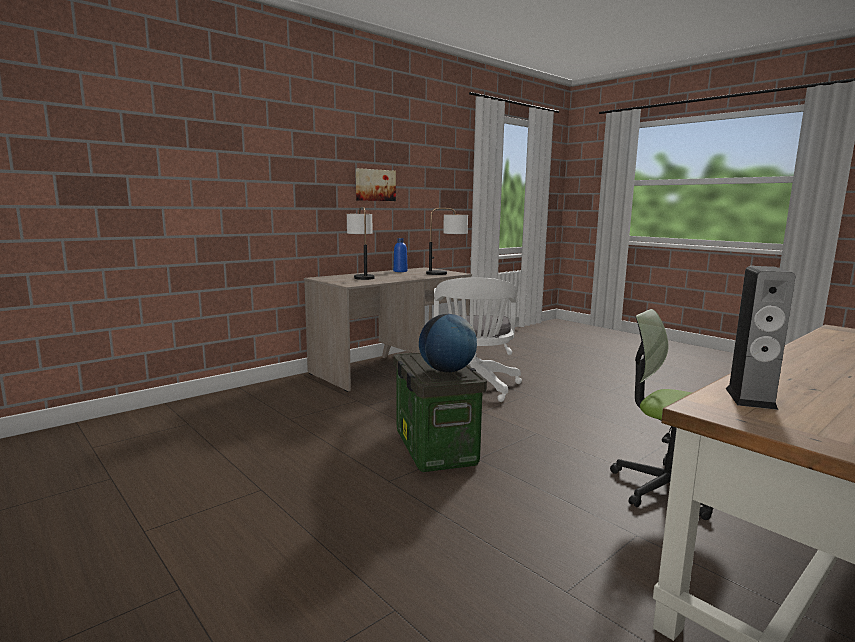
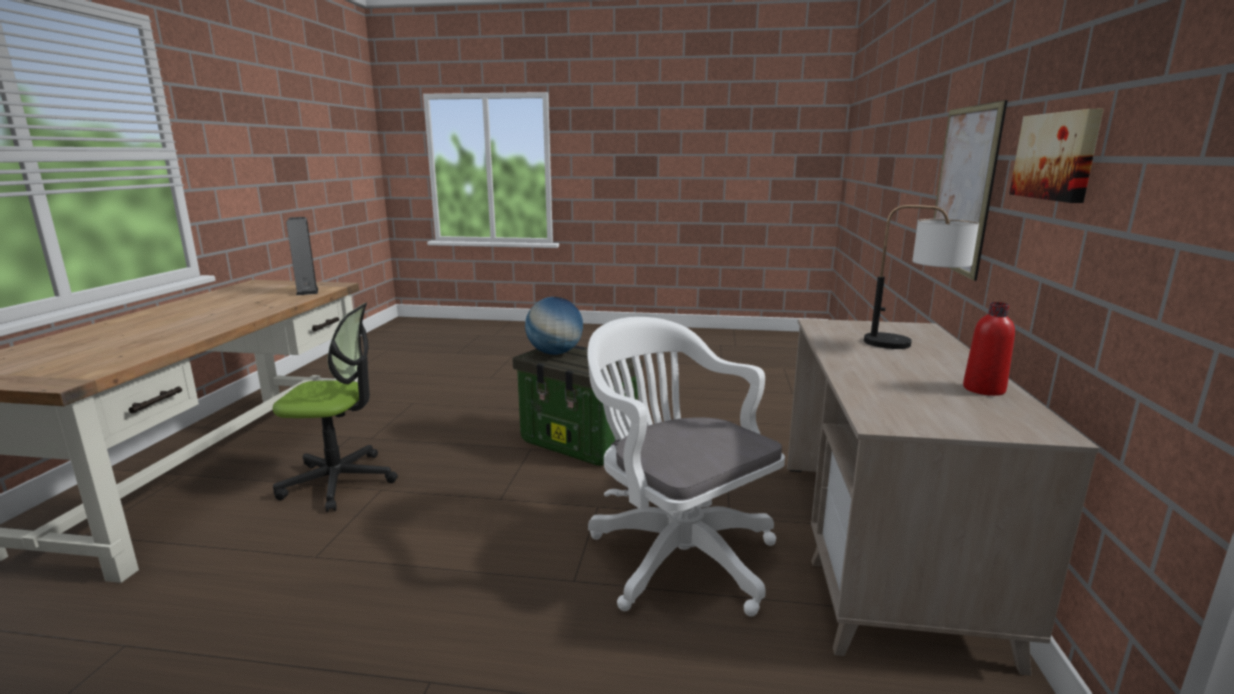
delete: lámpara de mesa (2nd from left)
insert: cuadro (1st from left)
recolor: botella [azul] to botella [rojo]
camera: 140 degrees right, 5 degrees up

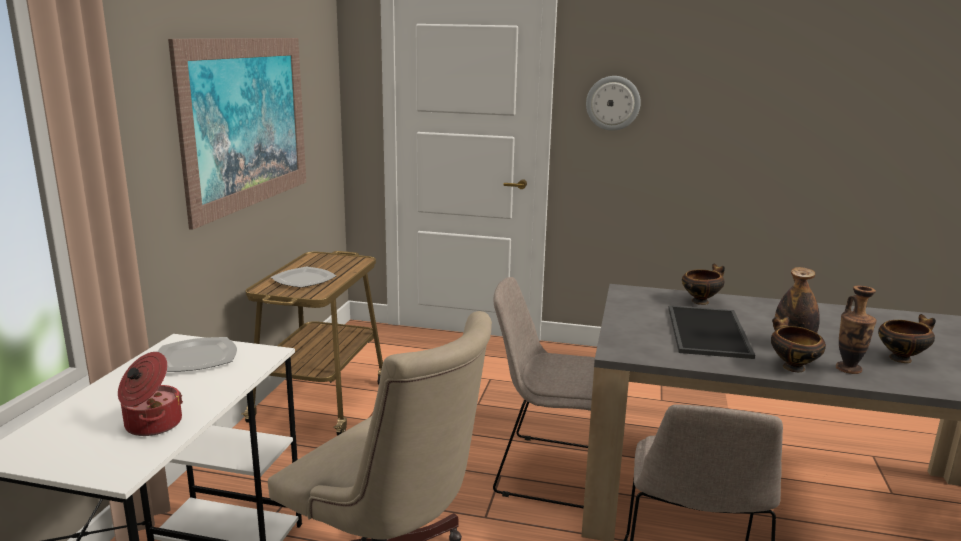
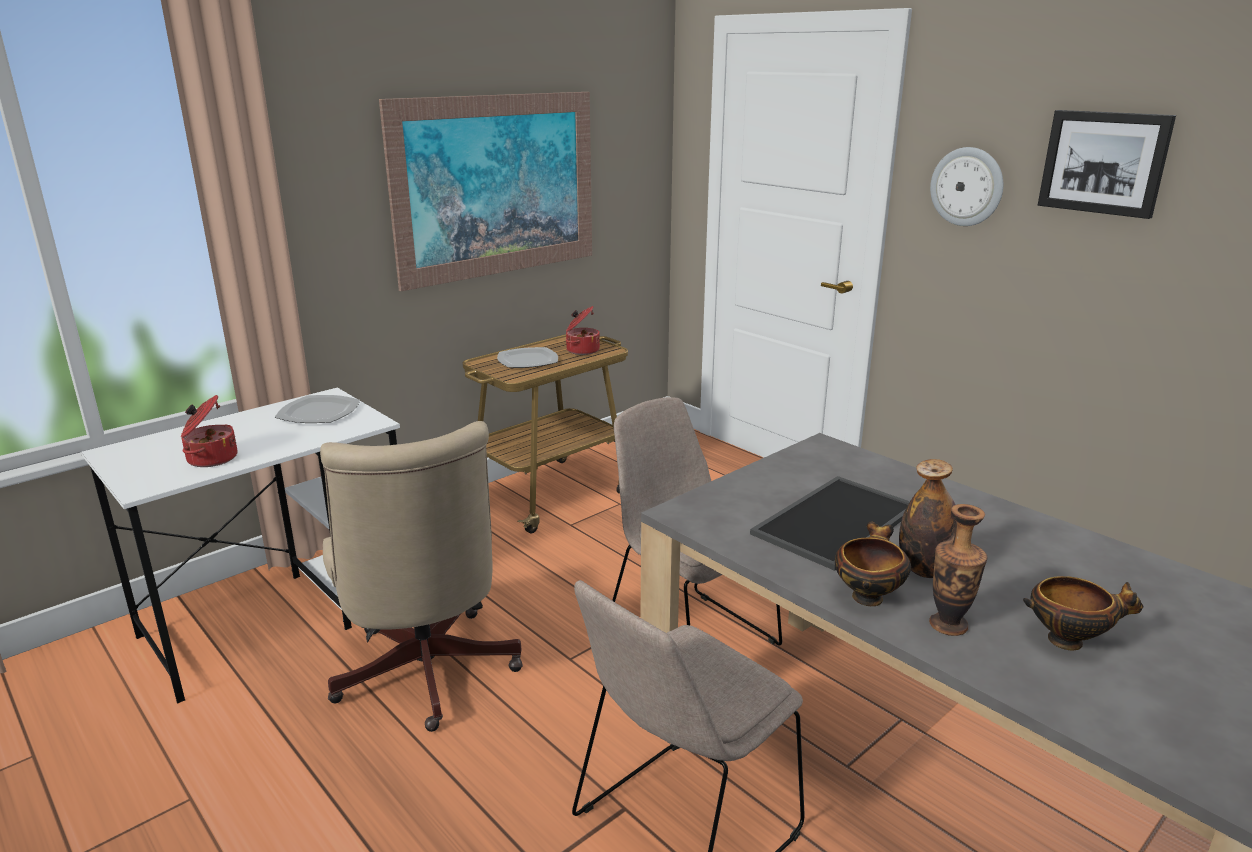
delete: cuenco (1st from left)
insert: olla (2nd from left); cuadro (2nd from left)
camera: 35 degrees right, 5 degrees up

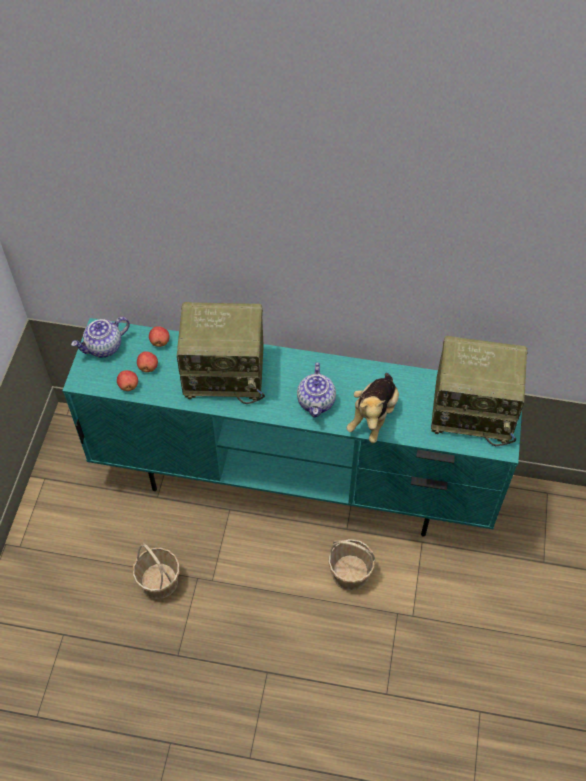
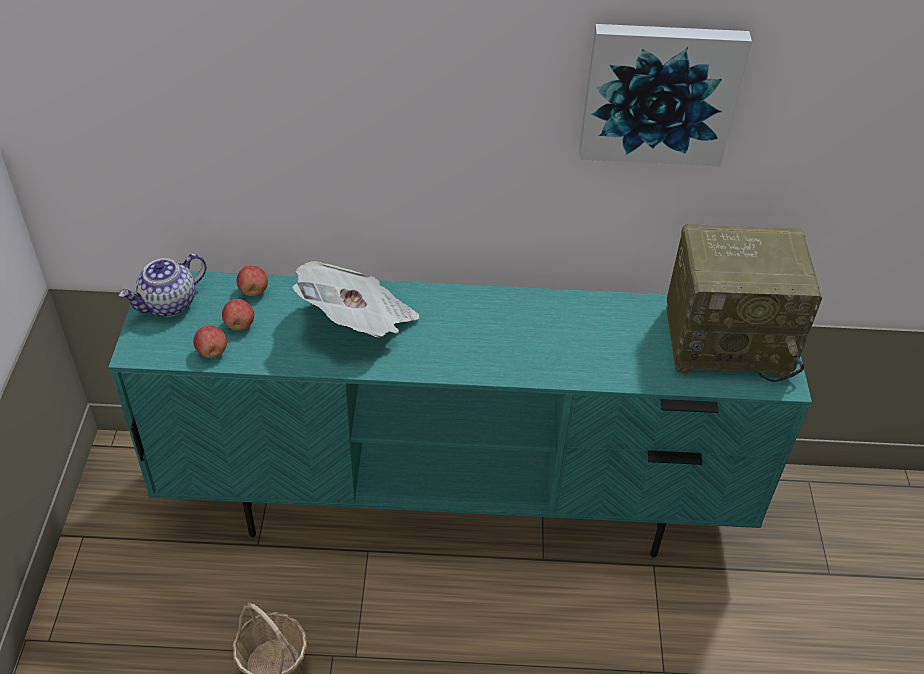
delete: tetera (2nd from left); cesta (2nd from left); peluche
insert: cuadro
replace: radio (1st from left) to periódico
camera: 10 degrees left, 10 degrees down

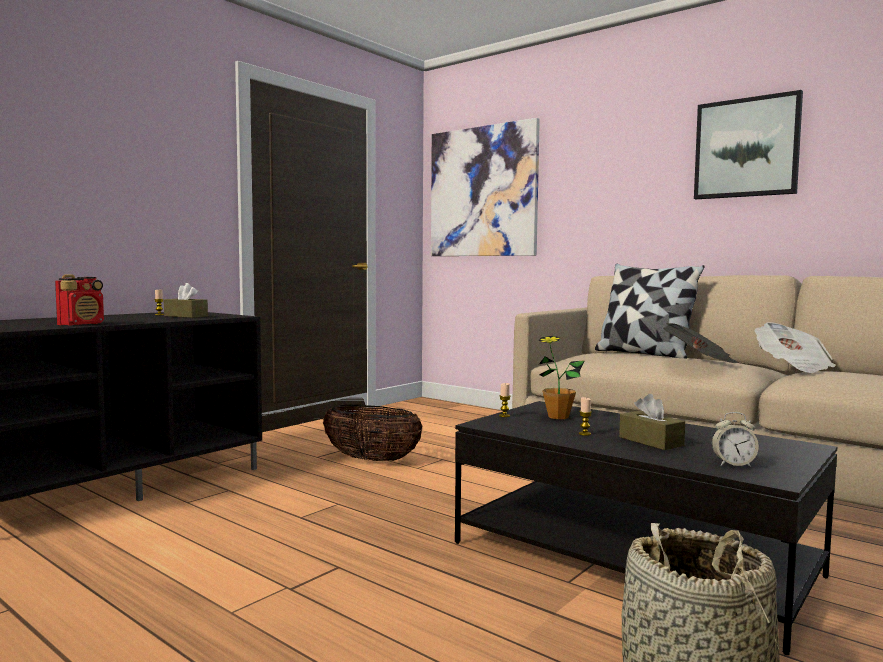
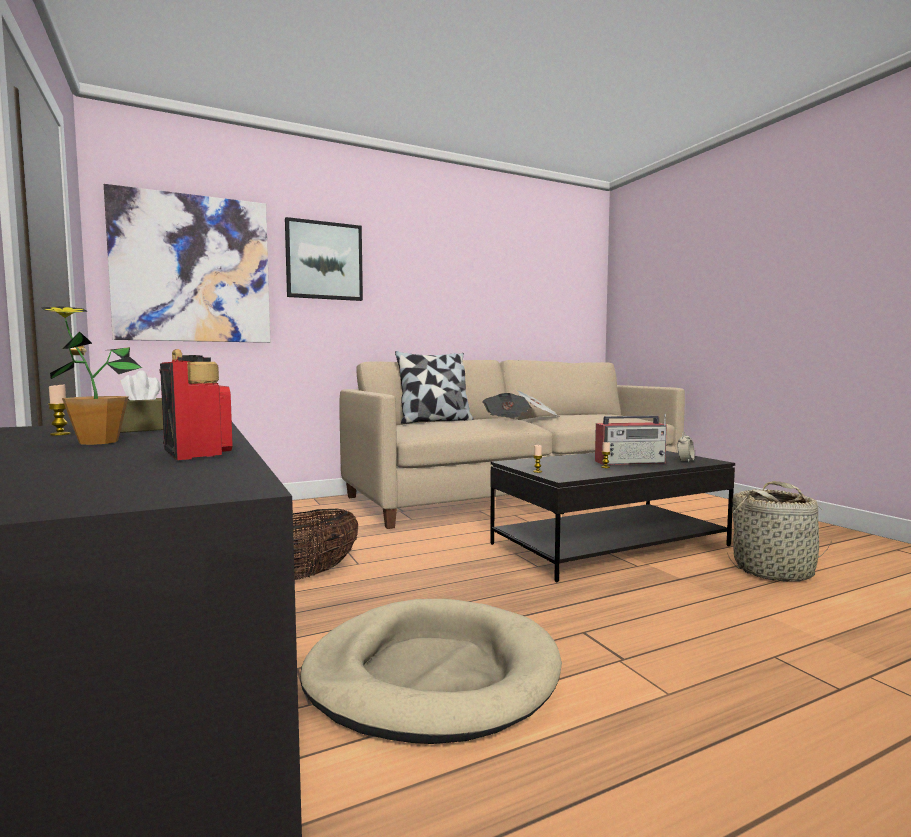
insert: cama para perro [beis]
move: planta en maceta; cuadro (2nd from left)
replace: caja de pañuelos [marrón] (2nd from left) to radio (2nd from left)
camera: 65 degrees left, 0 degrees up

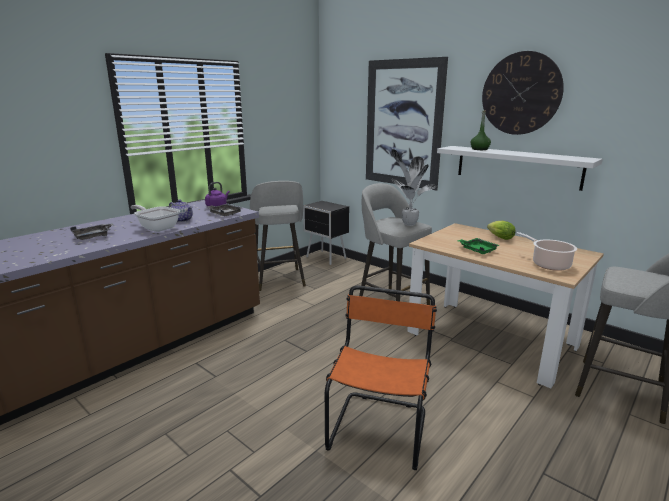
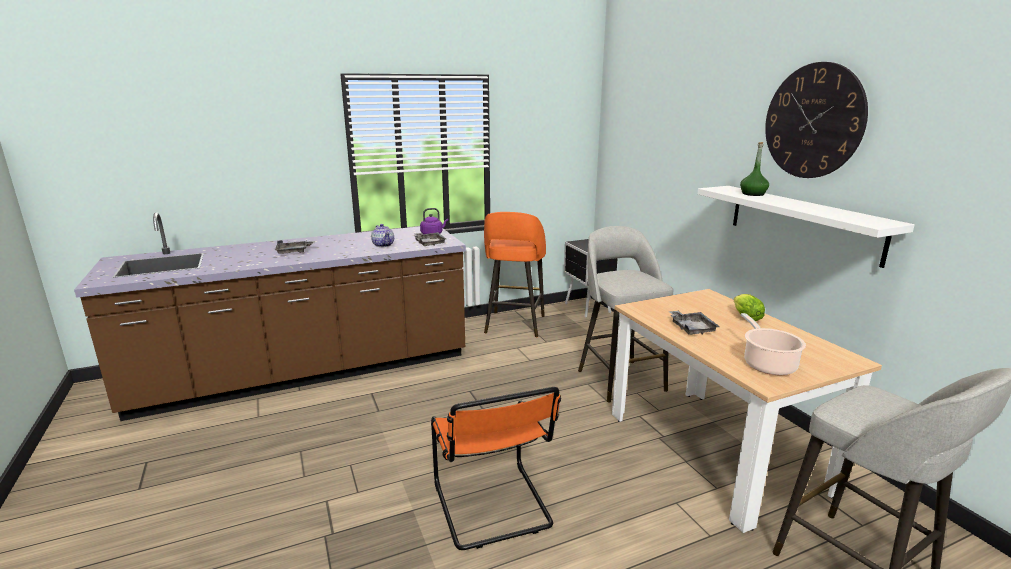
delete: sartén; cuadro; planta en maceta
recolor: taburete [gris] (1st from left) to taburete [naranja]; bandeja [verde] to bandeja [gris] (3rd from left)
rotate: silla [naranja] 120 degrees clockwise
camera: 25 degrees right, 0 degrees up

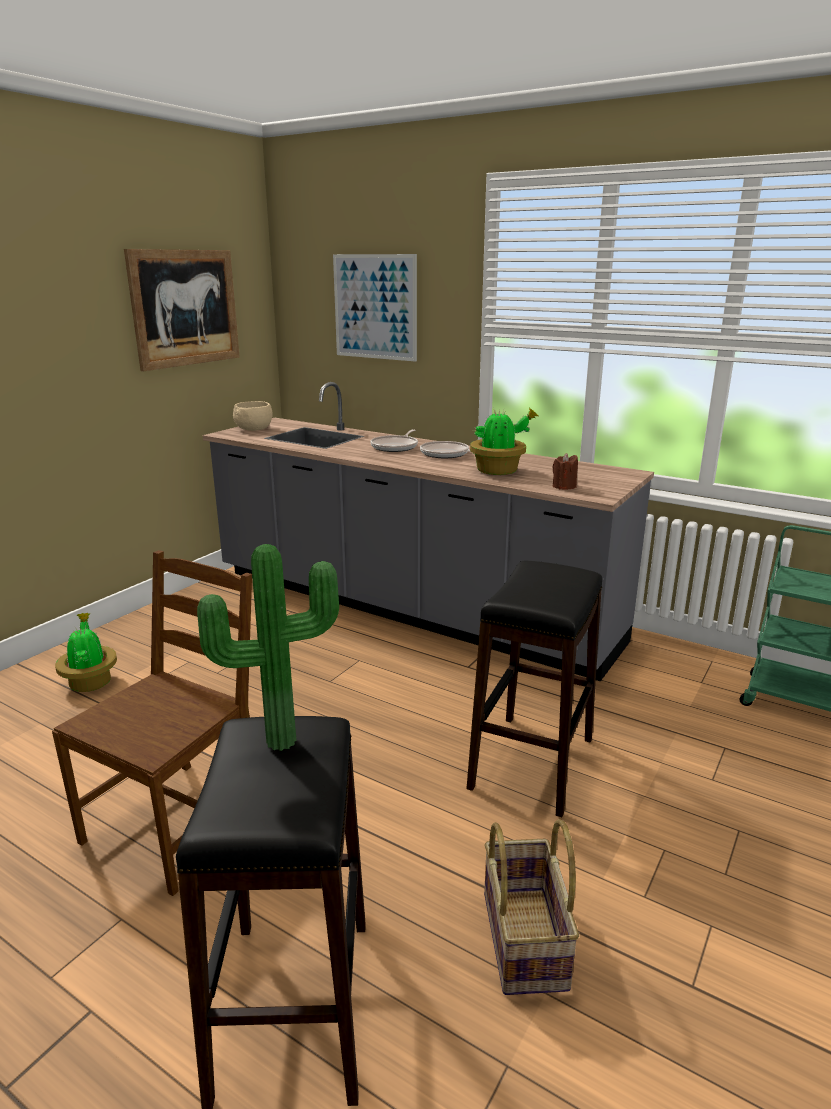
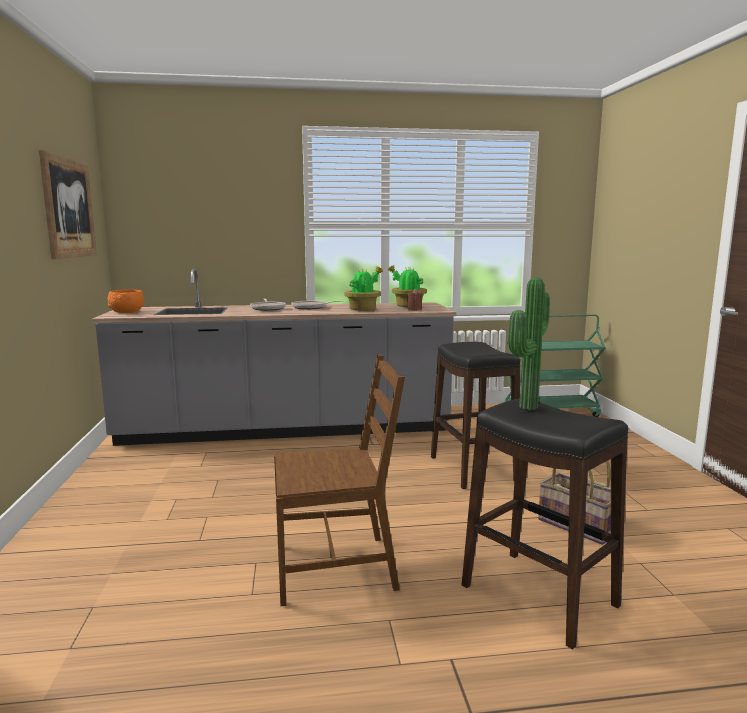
delete: cuadro (2nd from left)
move: planta en maceta (1st from left in the first image) to planta en maceta (2nd from left)
recolor: cuenco [beis] to cuenco [naranja]
rotate: silla [marrón] 90 degrees clockwise
camera: 40 degrees left, 10 degrees down

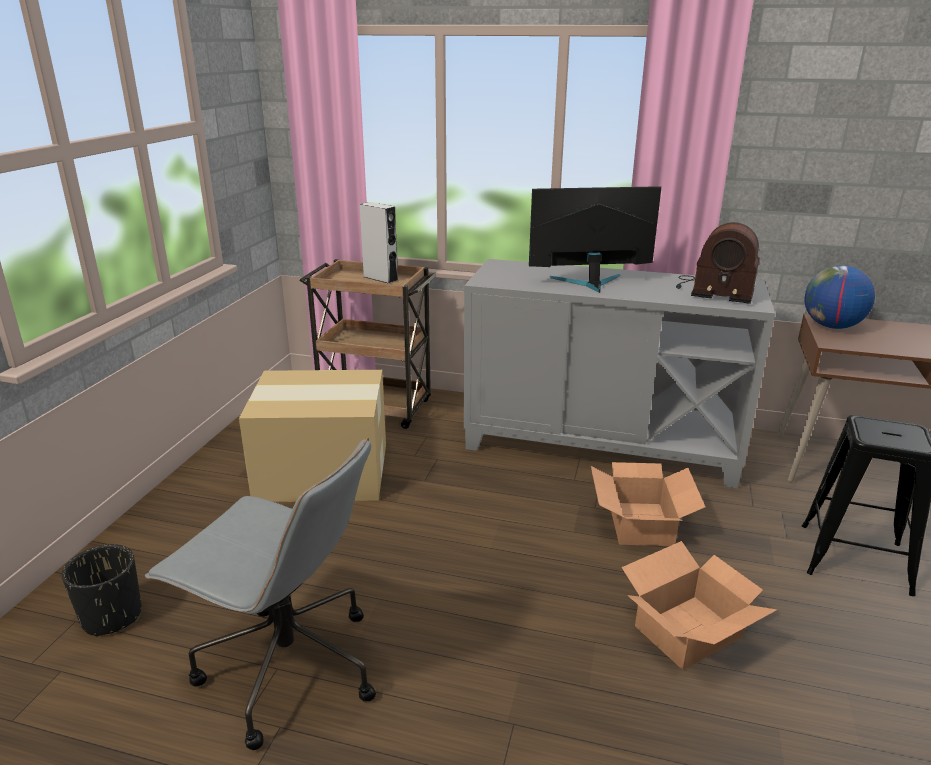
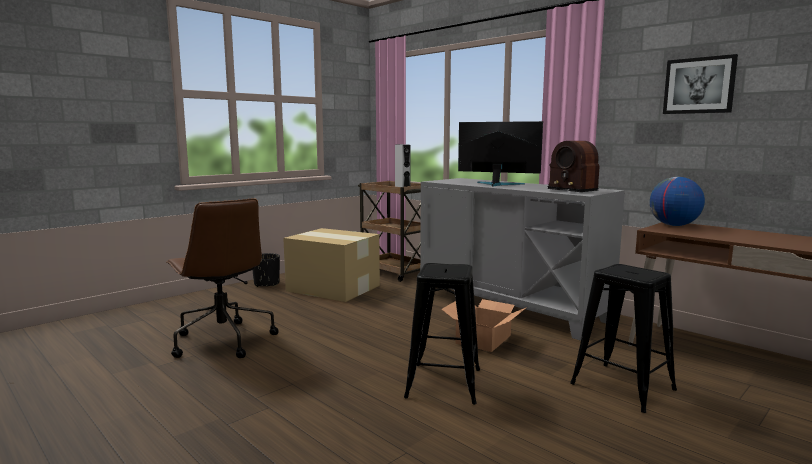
insert: cuadro
move: maceta [negro]
replace: caja de cartón (3rd from left) to taburete [negro] (1st from left)
recolor: silla de oficina [gris] to silla de oficina [marrón]
camera: 30 degrees right, 15 degrees down

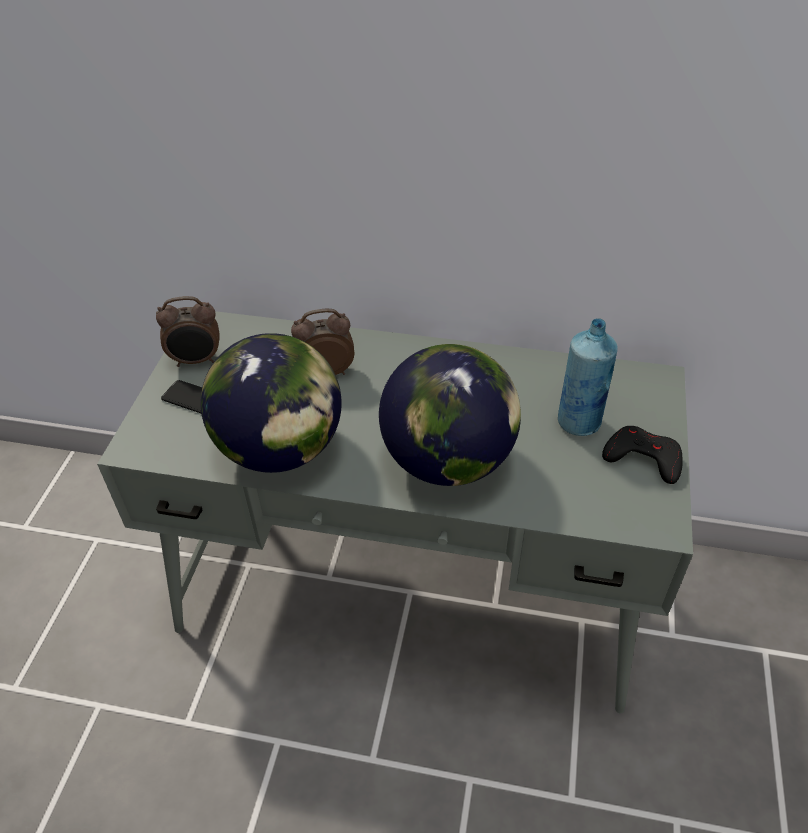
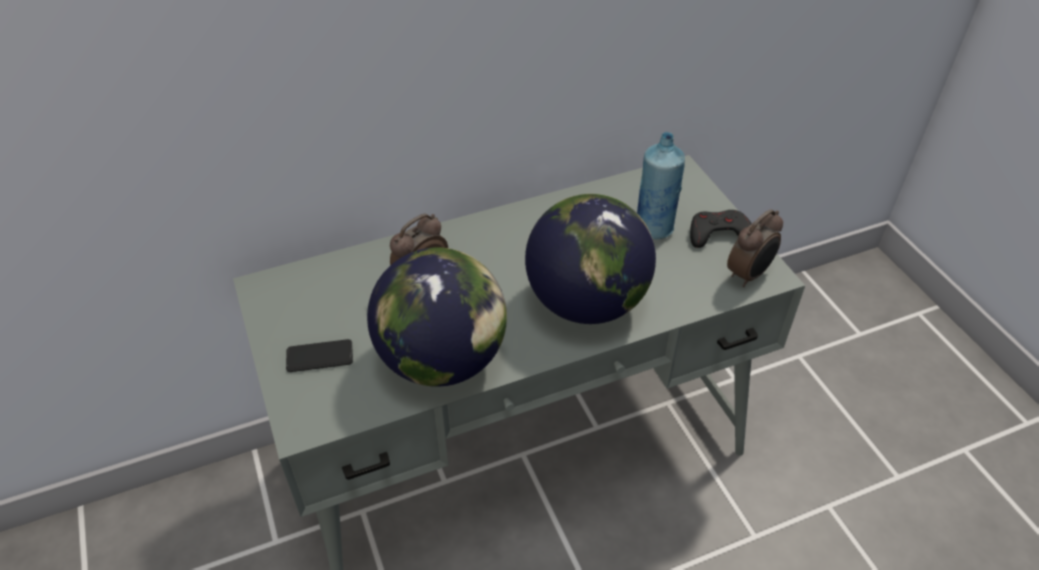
move: despertador (1st from left in the first image) to despertador (2nd from left)
camera: 35 degrees left, 0 degrees up

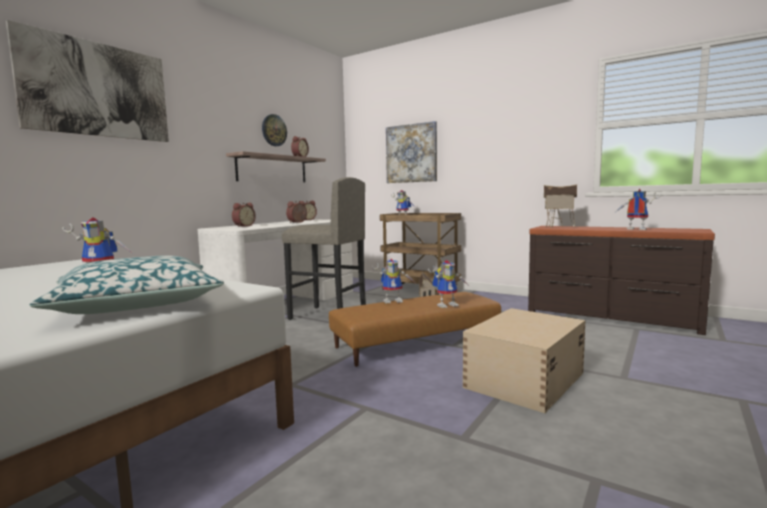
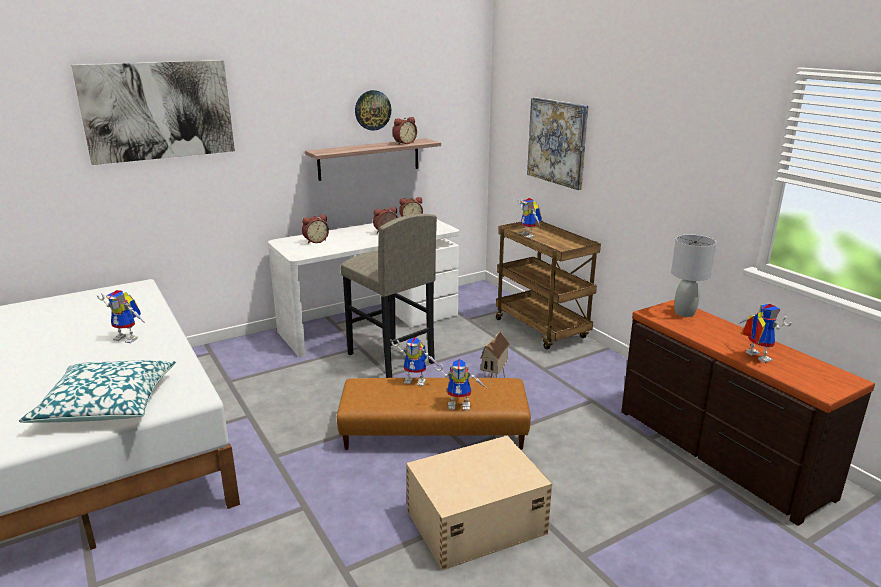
replace: casita (2nd from left) to lámpara de mesa [gris]
camera: 25 degrees right, 15 degrees up

